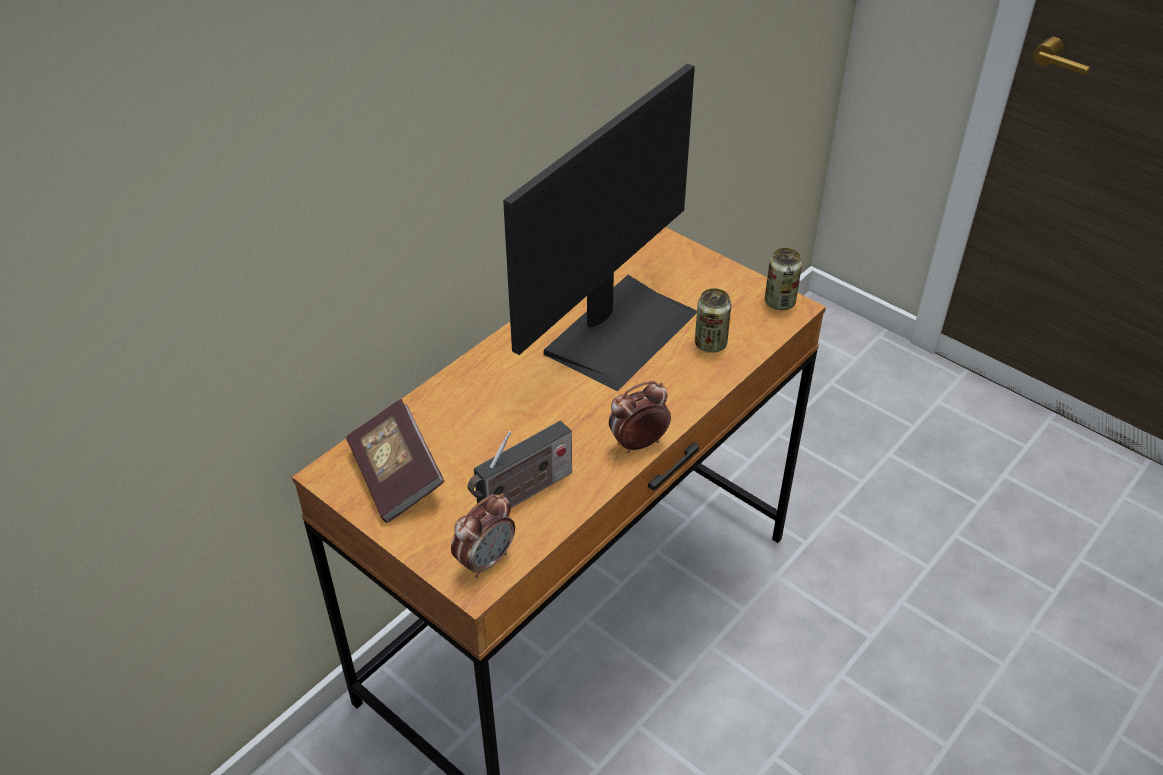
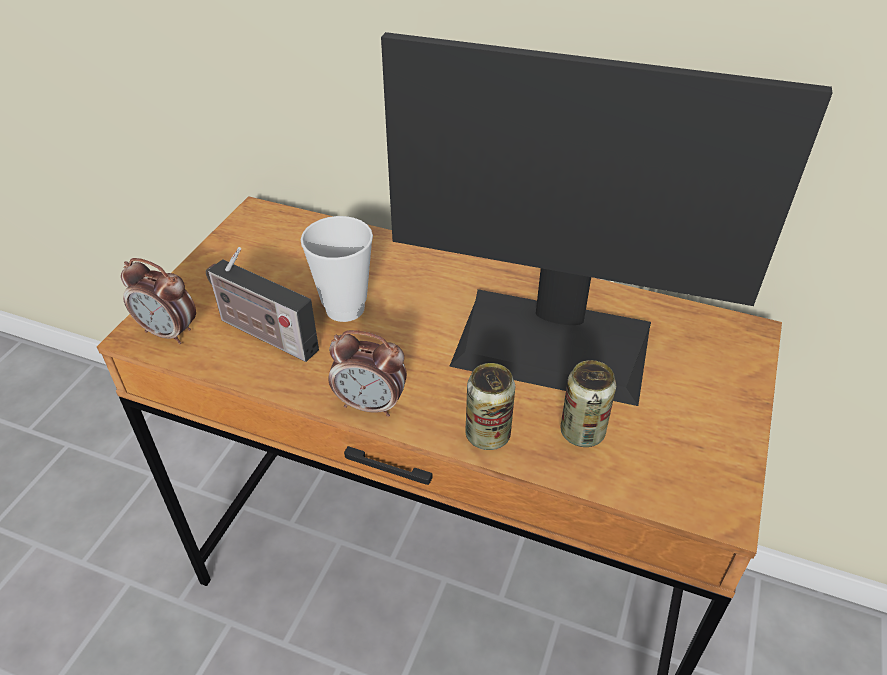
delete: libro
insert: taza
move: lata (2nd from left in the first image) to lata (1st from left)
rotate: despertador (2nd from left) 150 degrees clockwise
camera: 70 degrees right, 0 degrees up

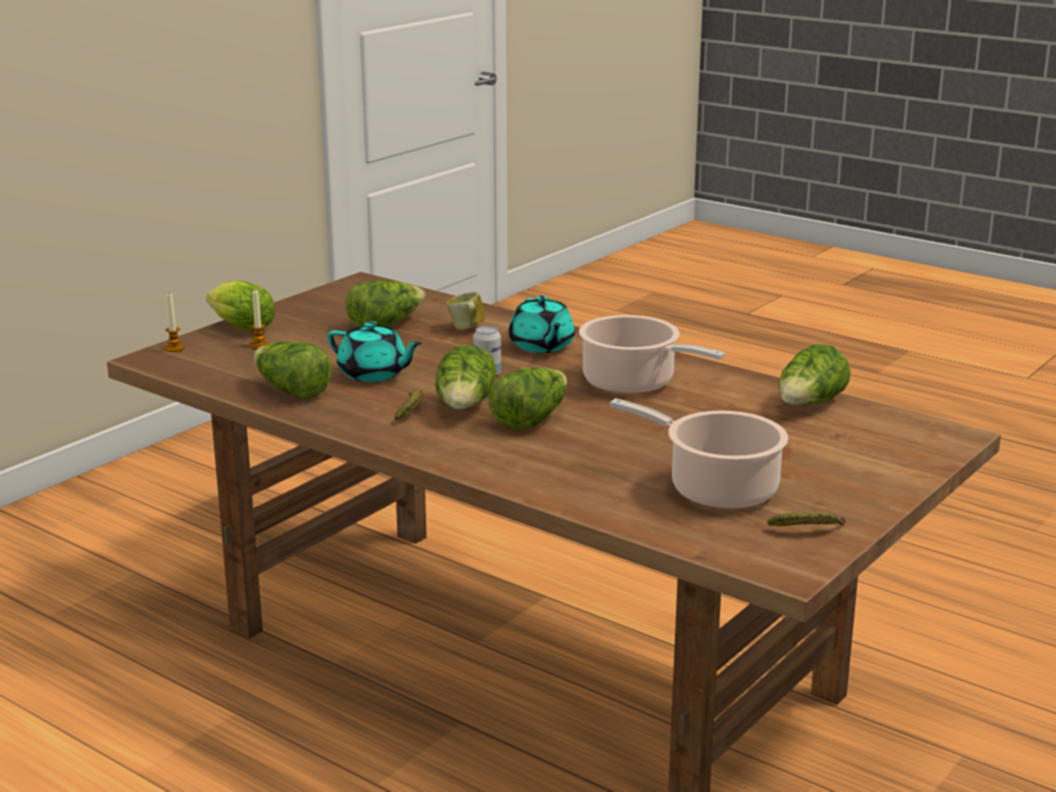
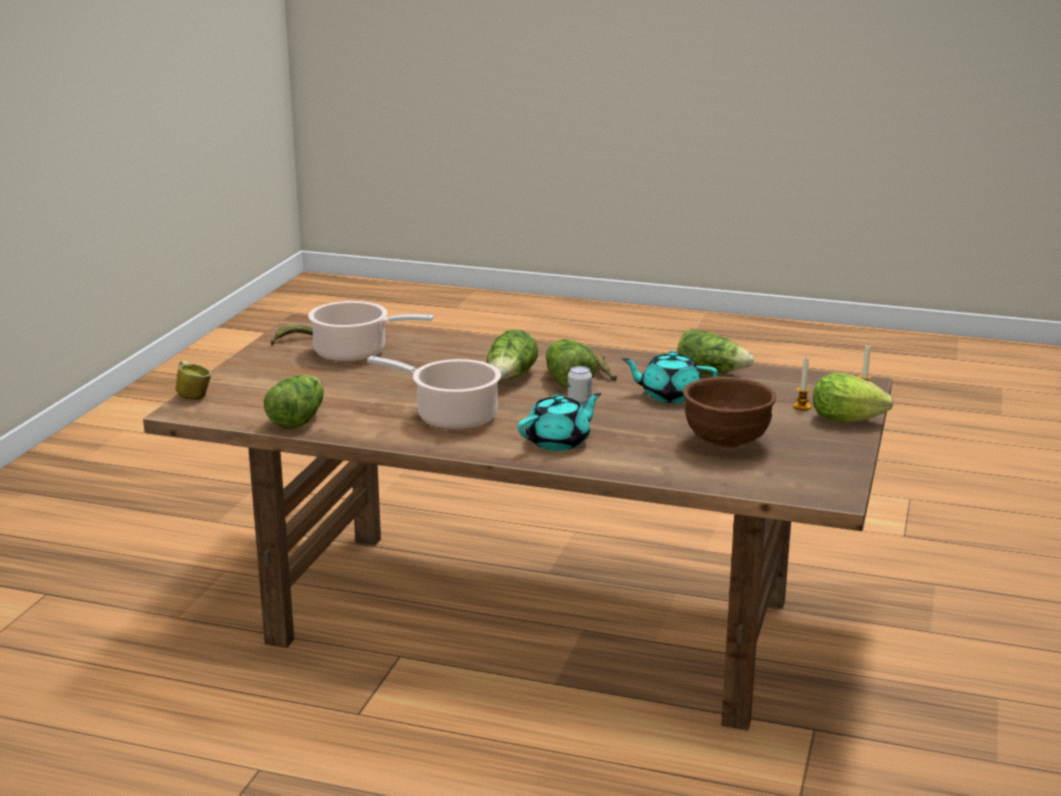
move: taza grande
replace: lechuga (3rd from left) to cuenco [marrón]
rotate: tetera [turquesa] (2nd from left in the first image) 90 degrees clockwise
camera: 160 degrees right, 0 degrees up

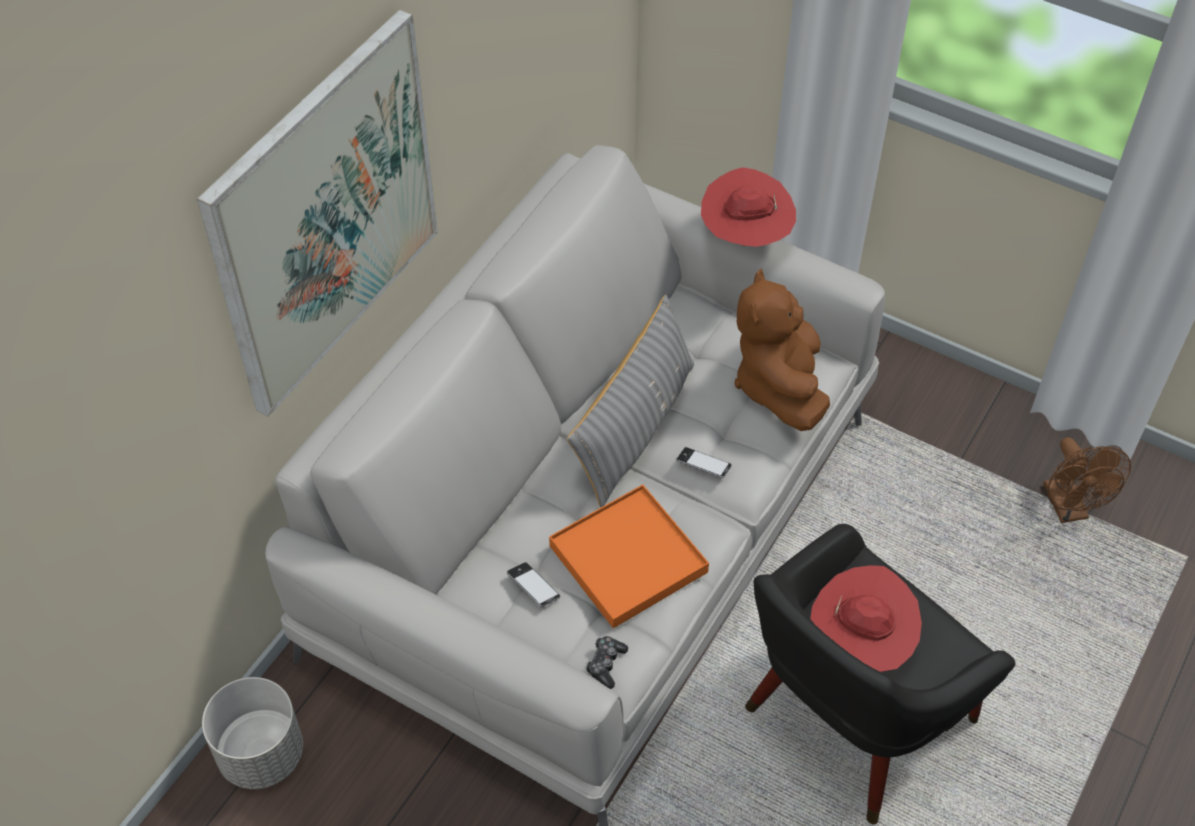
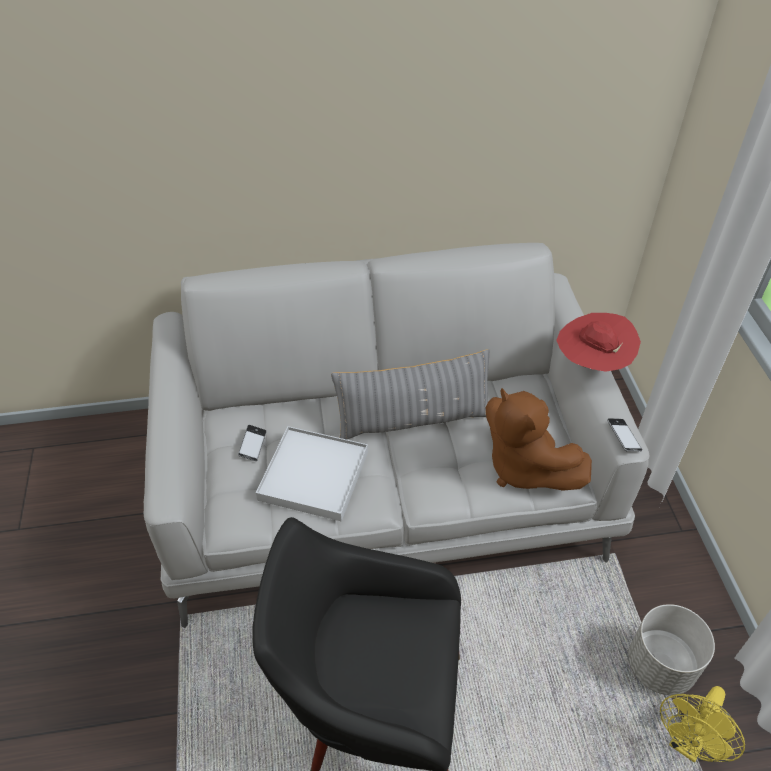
delete: cuadro; mando de consola; sombrero [rojo] (2nd from left)
move: maceta [gris]; móvil (2nd from left)
recolor: bandeja [naranja] to bandeja [blanco]; ventilador [marrón] to ventilador [amarillo]
rotate: peluche [marrón] 90 degrees counterclockwise
camera: 50 degrees right, 5 degrees down

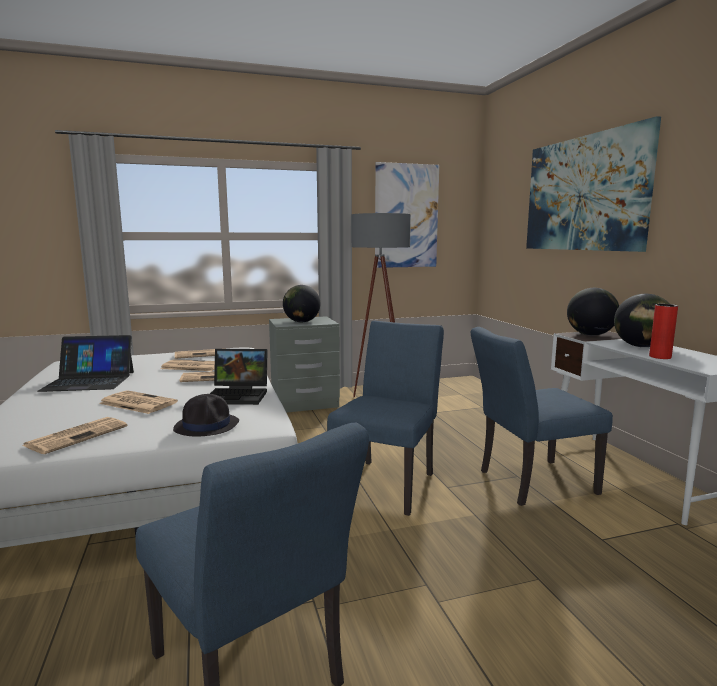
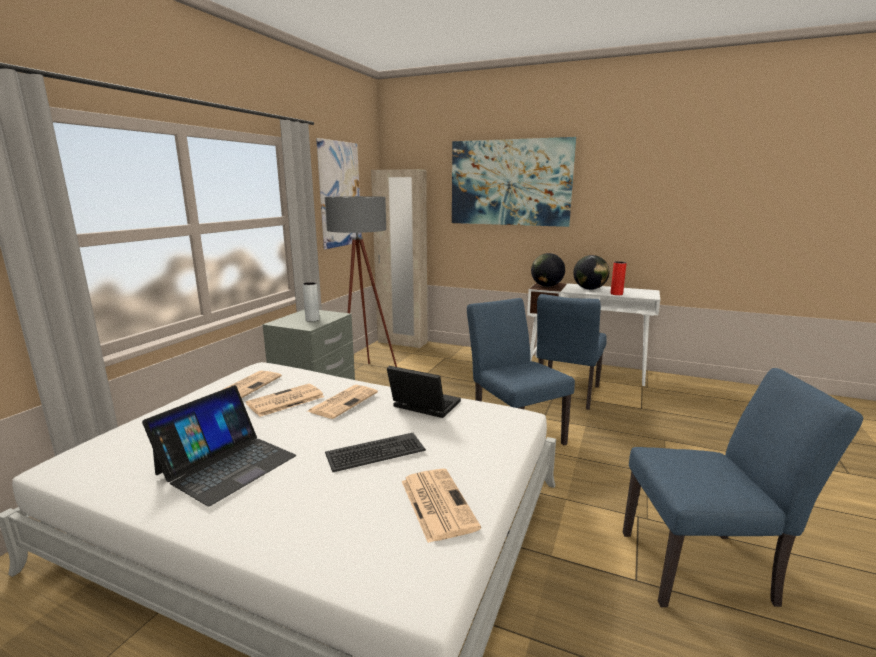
delete: sombrero [negro]
insert: armario ropero [beis]
replace: periódico (2nd from left) to teclado; globo terráqueo (1st from left) to florero [gris]
rotate: portátil (2nd from left) 105 degrees counterclockwise
camera: 50 degrees left, 5 degrees up

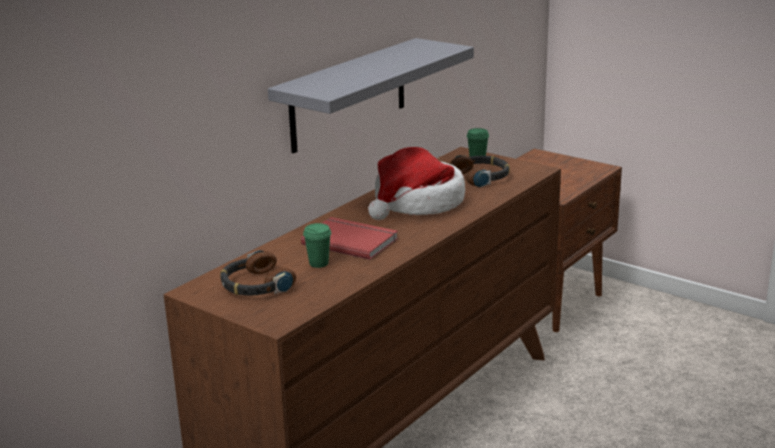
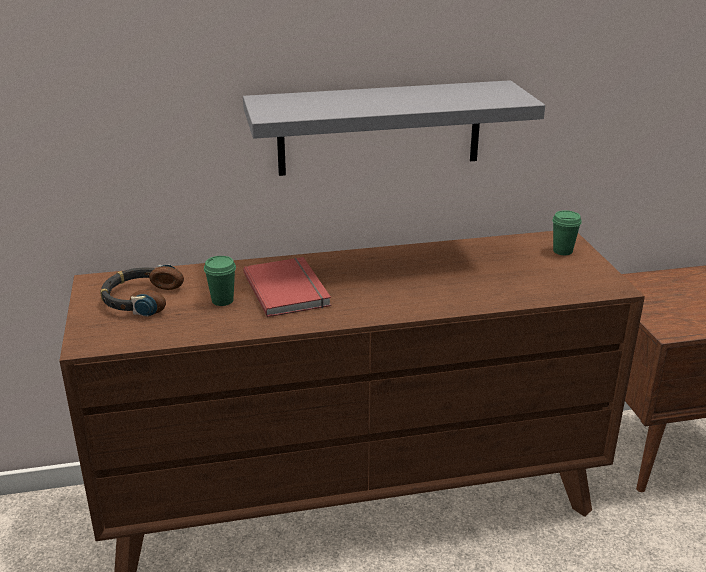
delete: sombrero; auriculares (2nd from left)
camera: 40 degrees right, 5 degrees up

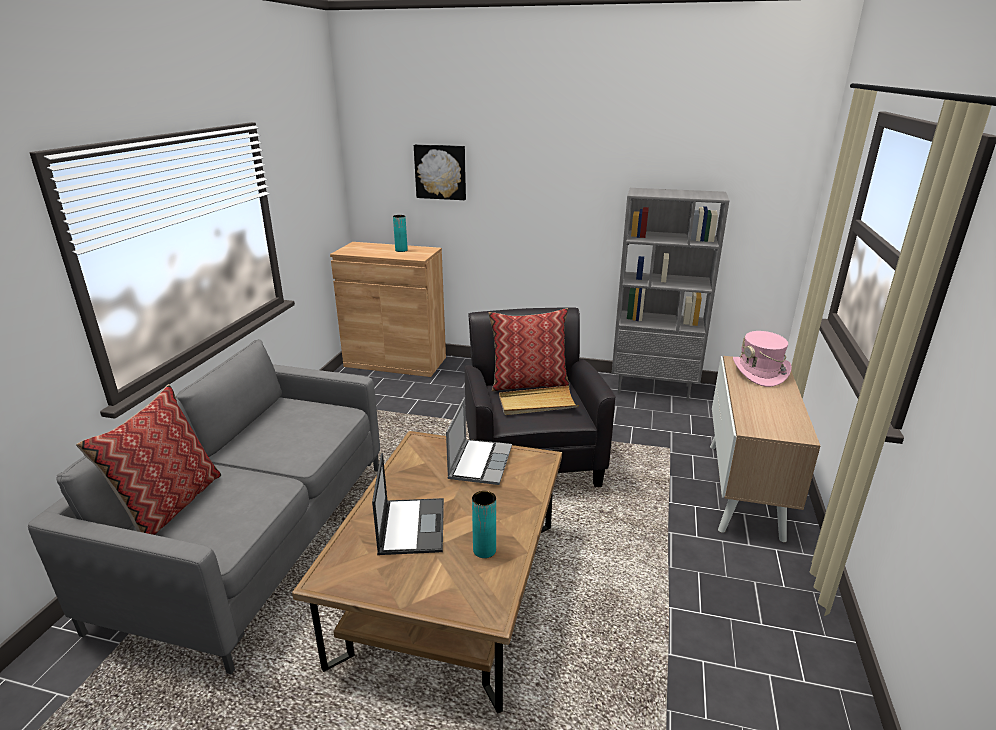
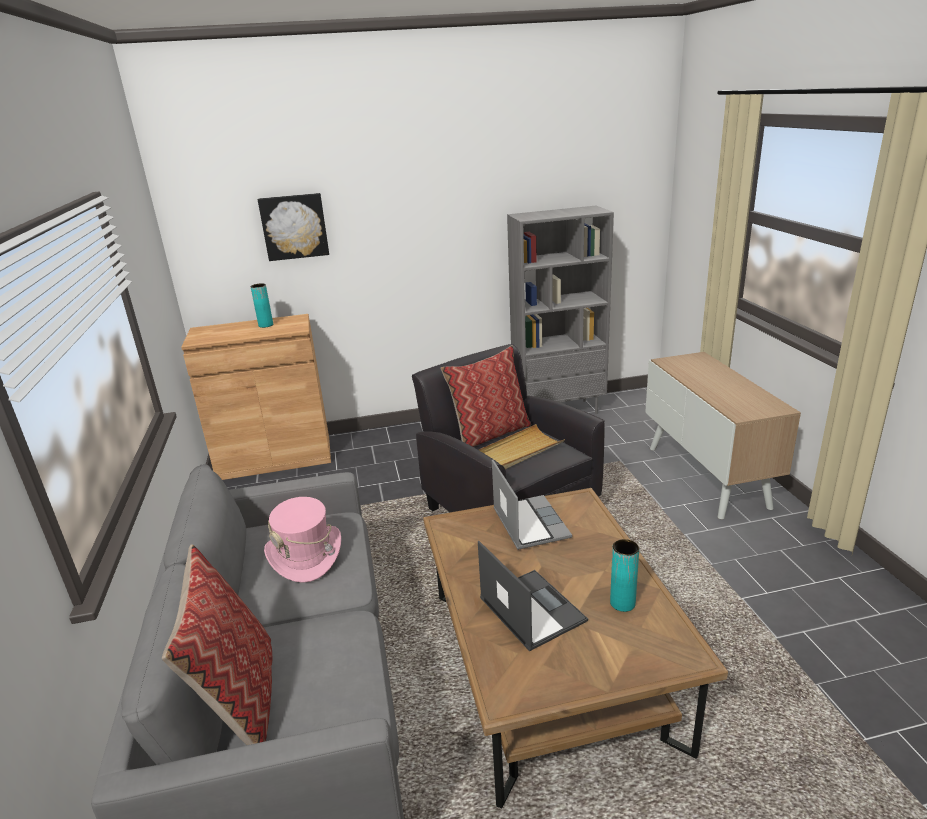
move: sombrero [rosa]
camera: 25 degrees left, 0 degrees up

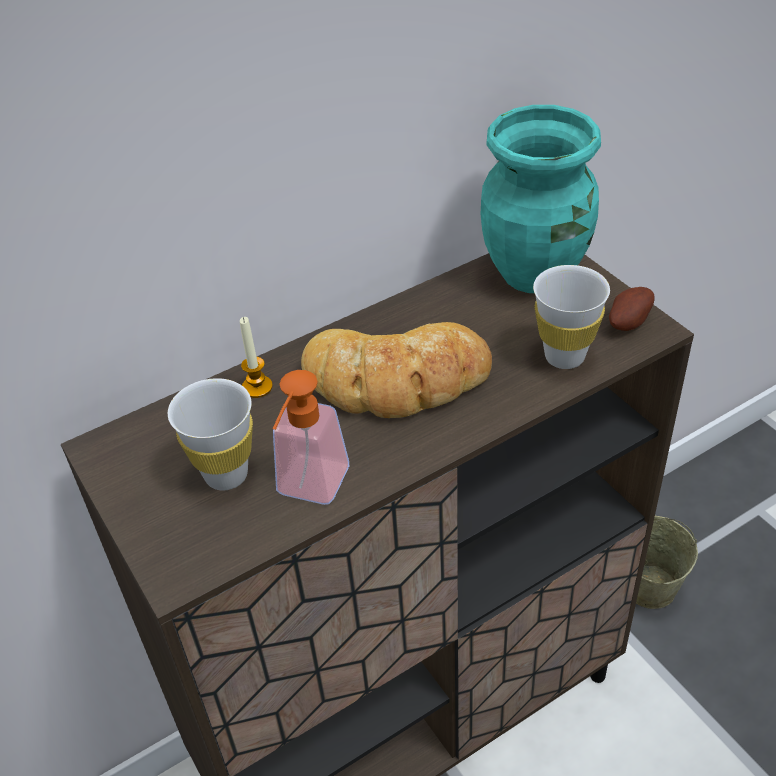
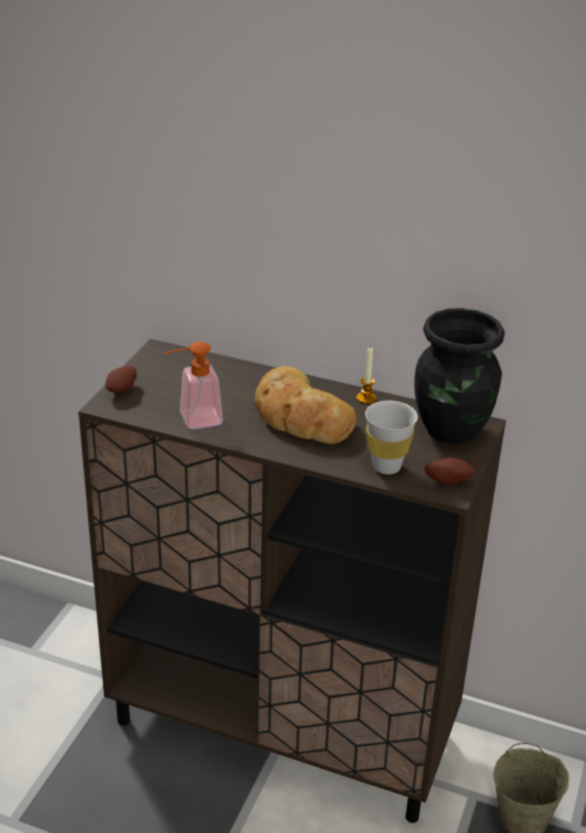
delete: taza [blanco] (1st from left)
insert: patata (1st from left)
move: vela
recolor: florero [turquesa] to florero [negro]
camera: 50 degrees right, 10 degrees down

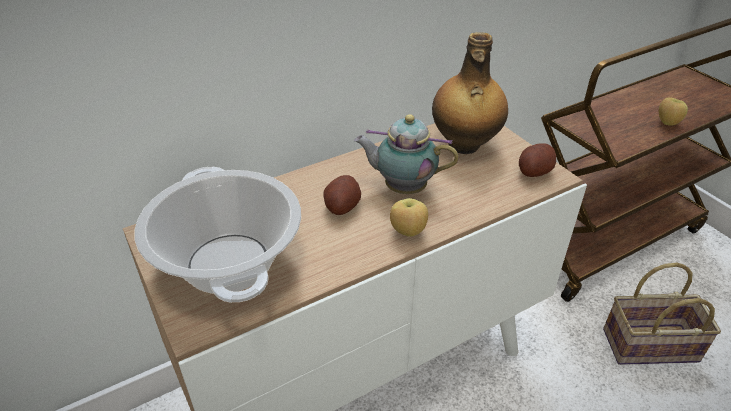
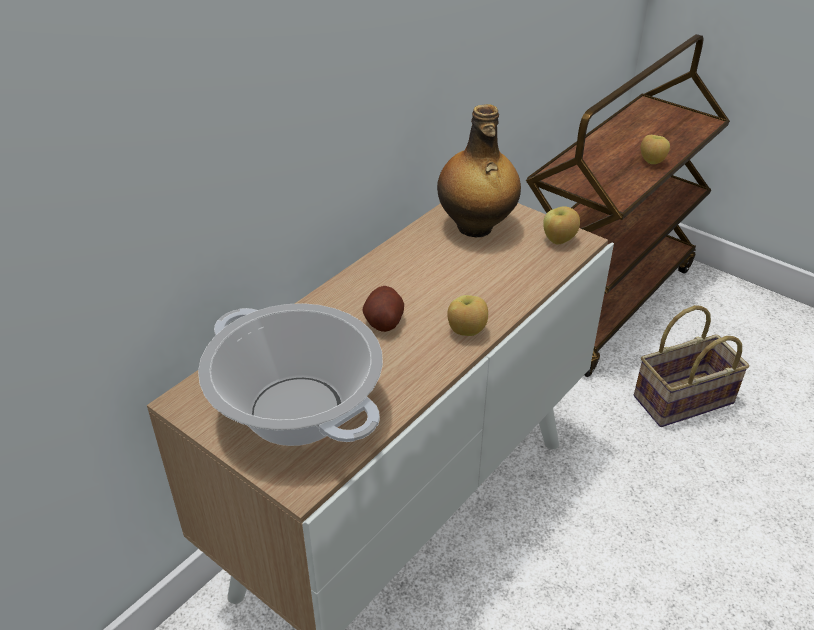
delete: tetera
replace: patata (2nd from left) to manzana (2nd from left)
camera: 20 degrees left, 0 degrees up

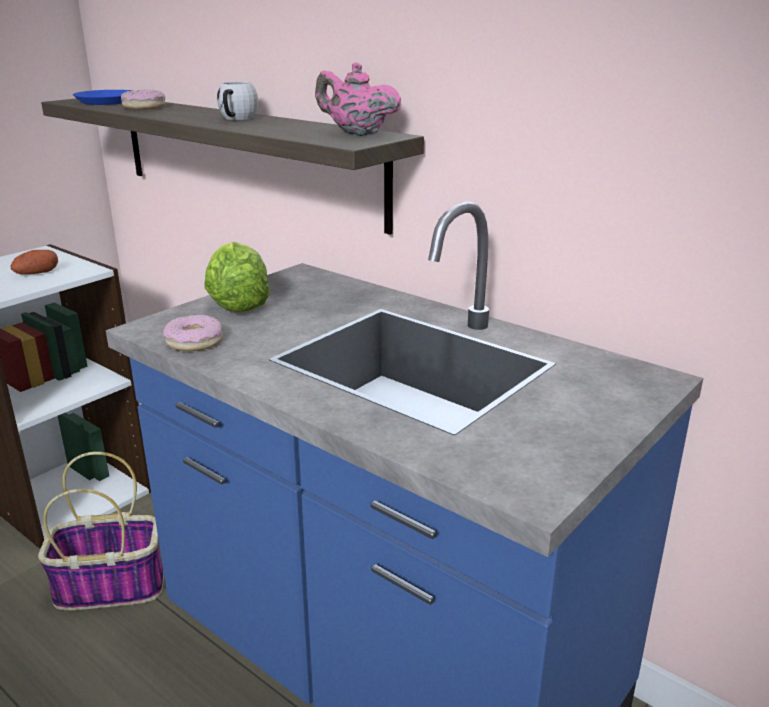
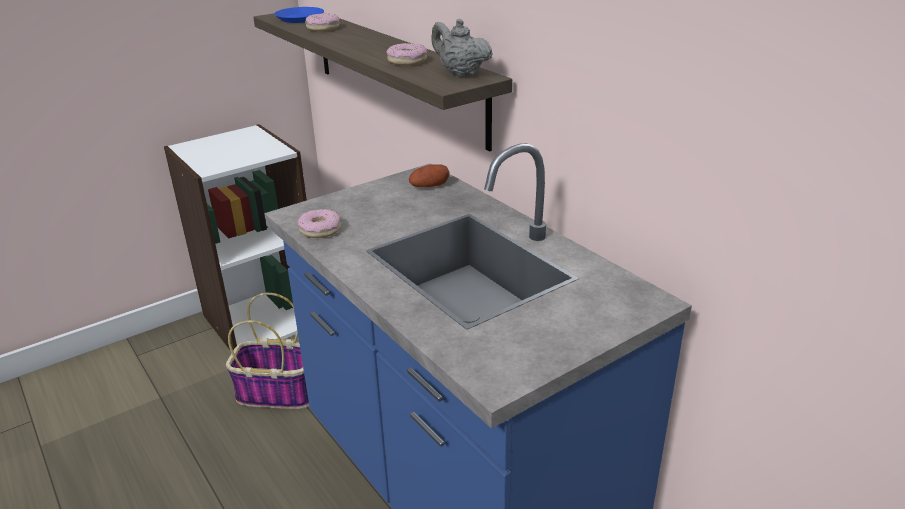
delete: lechuga; taza grande [blanco]
insert: rosquilla (3rd from left)
move: patata
recolor: tetera [rosa] to tetera [gris]
camera: 15 degrees right, 5 degrees up

